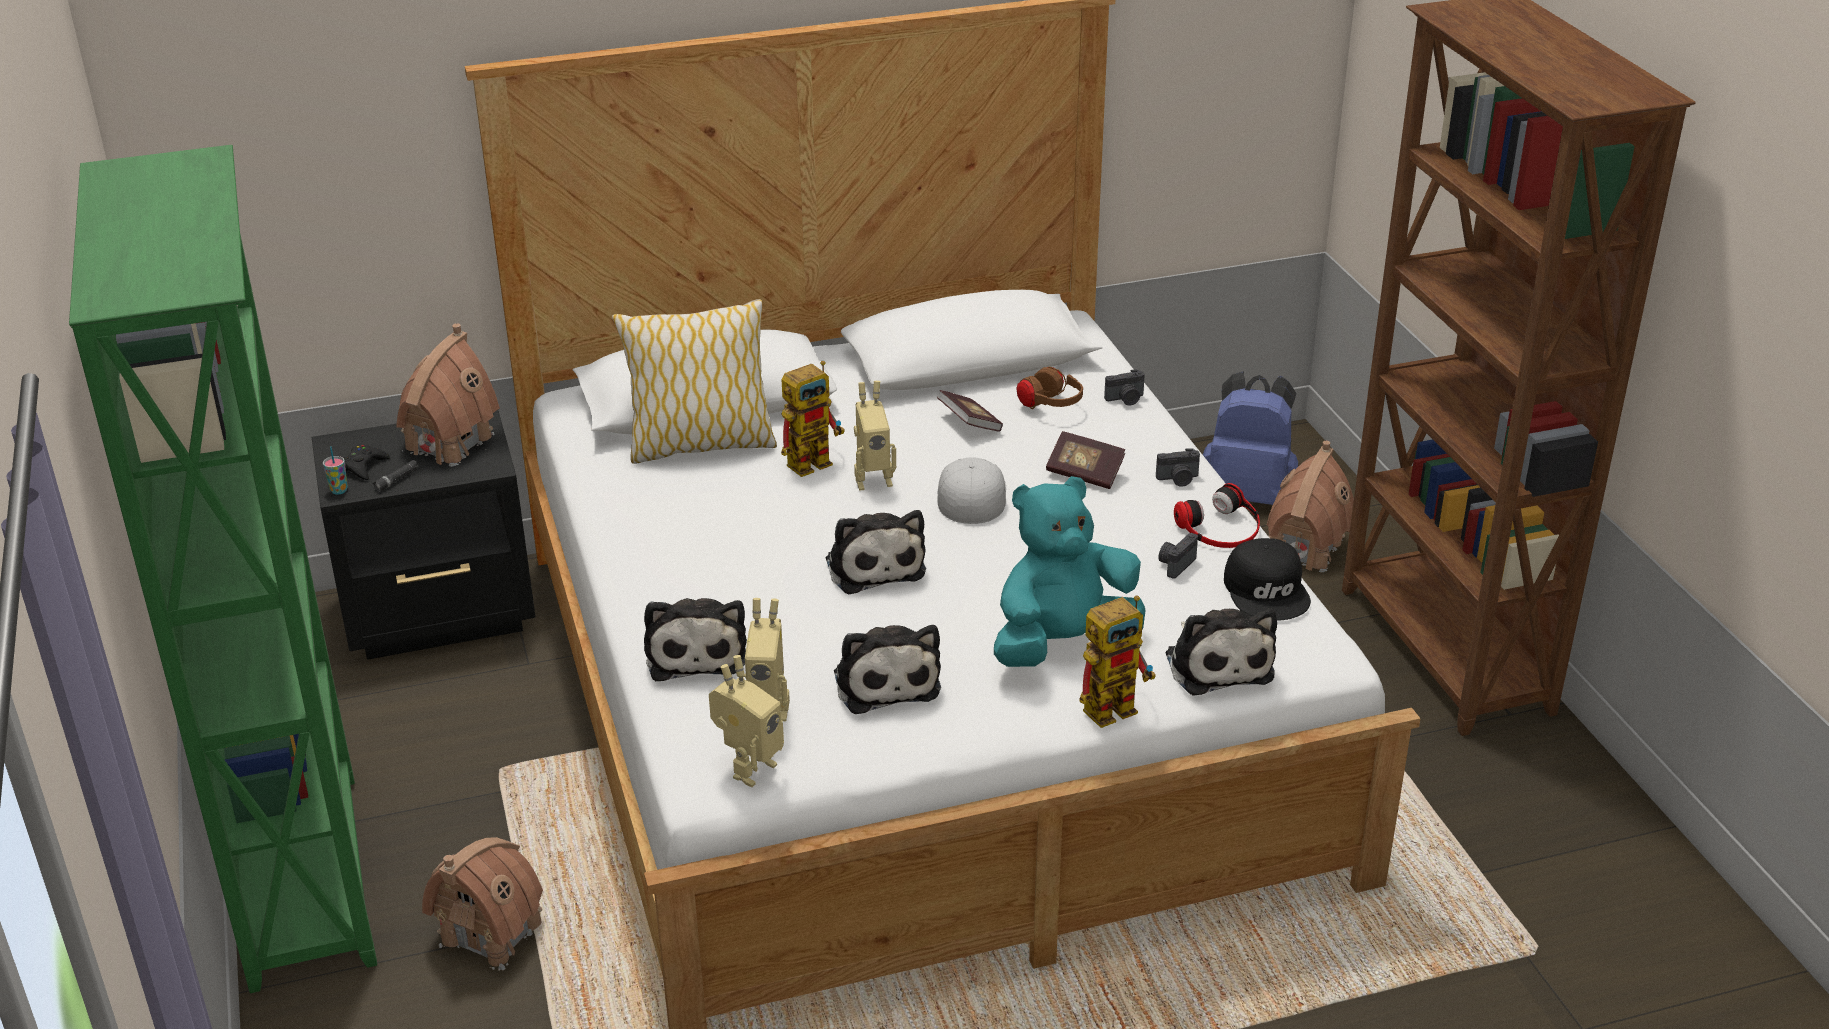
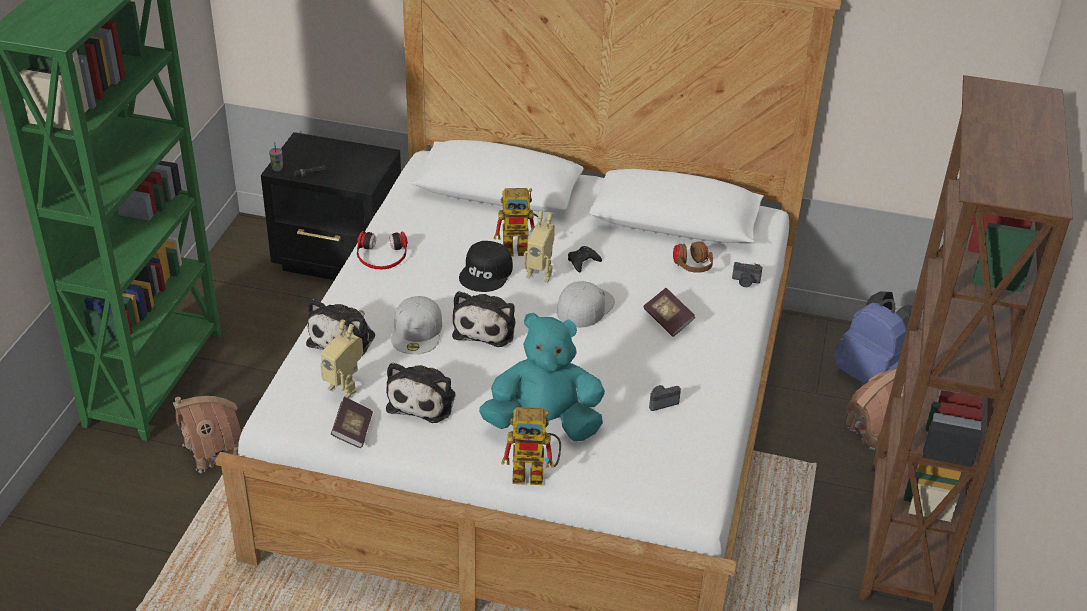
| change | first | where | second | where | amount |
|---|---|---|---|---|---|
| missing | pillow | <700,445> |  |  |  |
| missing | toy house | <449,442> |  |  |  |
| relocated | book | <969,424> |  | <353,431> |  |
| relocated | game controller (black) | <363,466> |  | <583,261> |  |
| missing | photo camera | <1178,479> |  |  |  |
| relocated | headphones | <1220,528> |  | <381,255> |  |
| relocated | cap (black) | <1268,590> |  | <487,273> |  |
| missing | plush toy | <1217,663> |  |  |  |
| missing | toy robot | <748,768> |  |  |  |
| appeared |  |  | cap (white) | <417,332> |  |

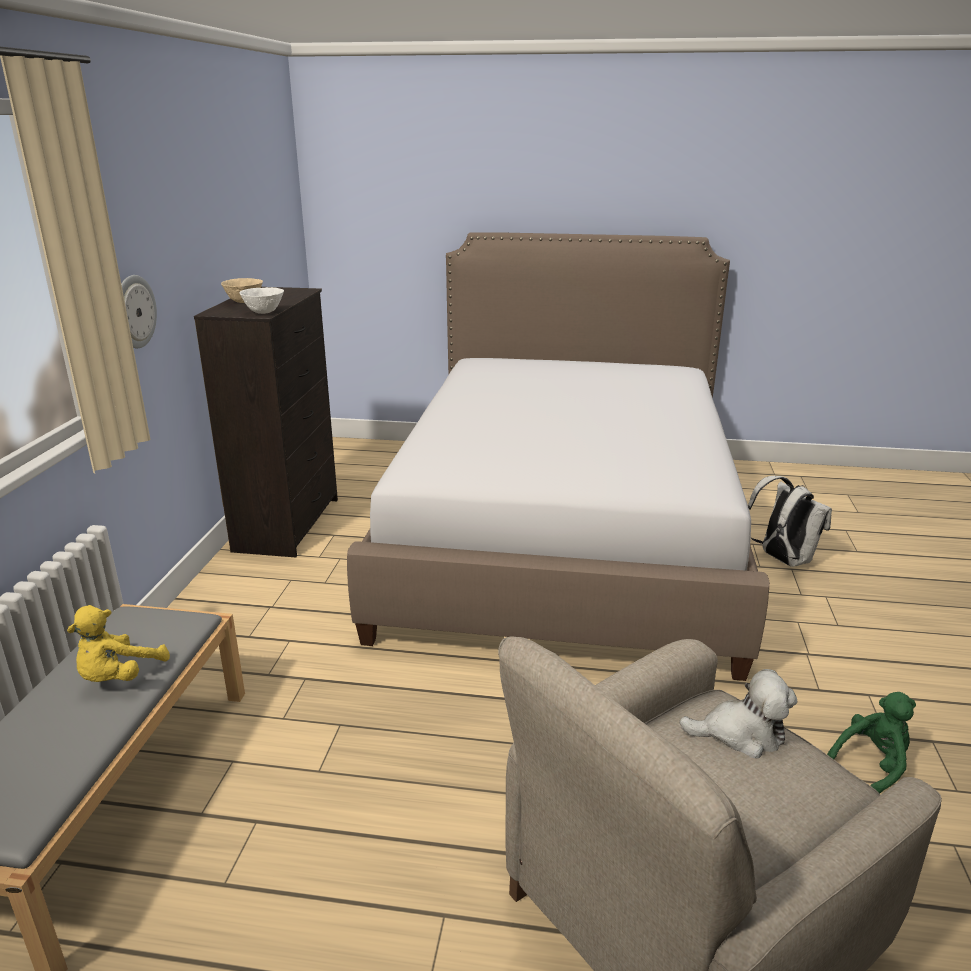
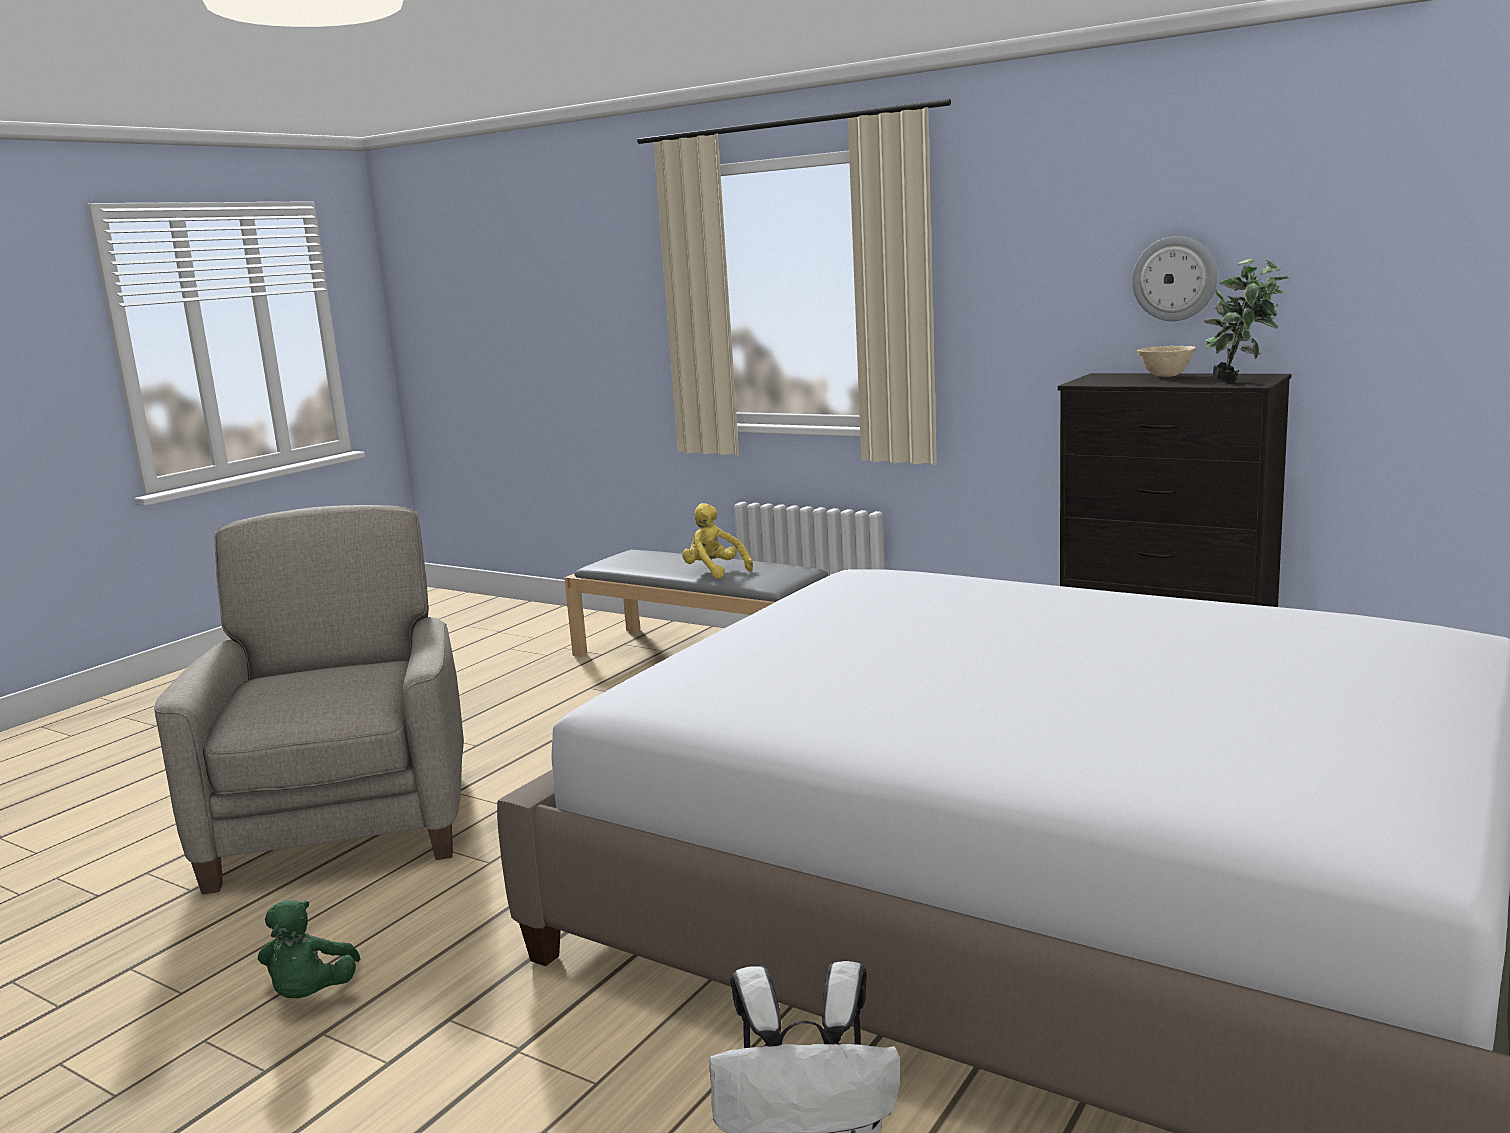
| change | first | where | second | where | amount |
|---|---|---|---|---|---|
| relocated | wall clock | <134,311> |  | <1174,278> |  |
| missing | bowl (white) | <264,312> |  |  |  |
| missing | plush toy | <741,734> |  |  |  |
| appeared |  |  | potted plant | <1241,381> |  |

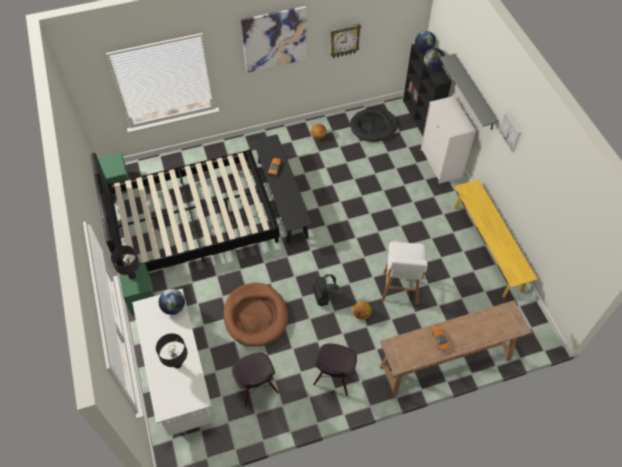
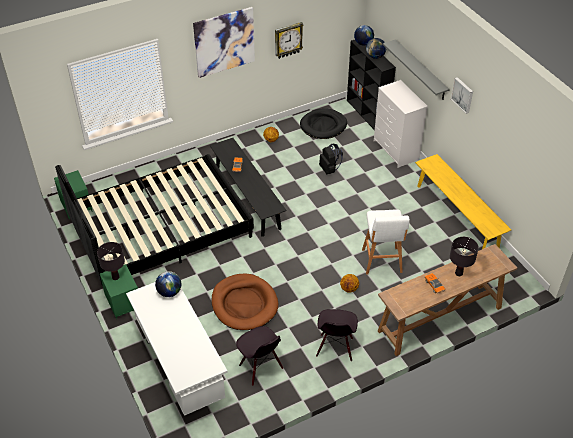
| change | first | where | second | where | amount |
|---|---|---|---|---|---|
| relocated | backpack (black) | <324,297> |  | <329,169> |  |
| relocated | table lamp (black) | <177,364> |  | <458,273> |  |

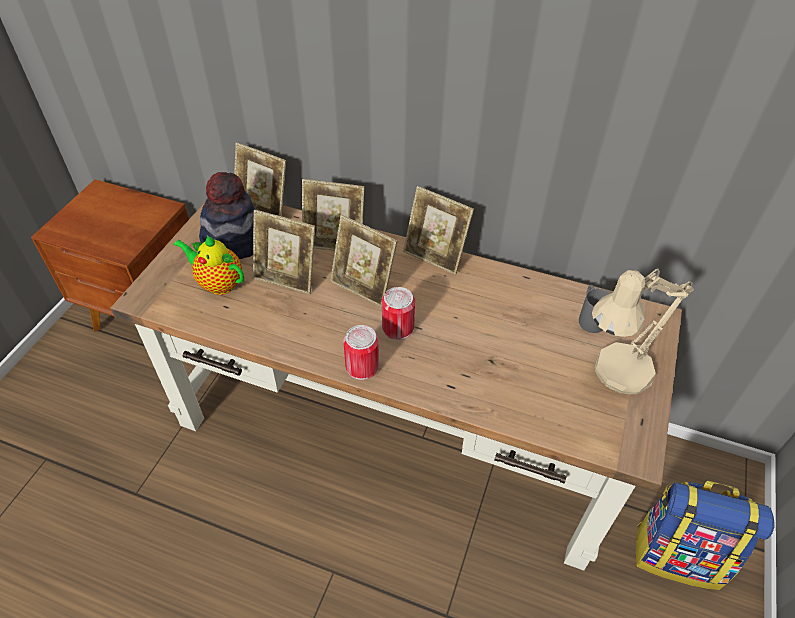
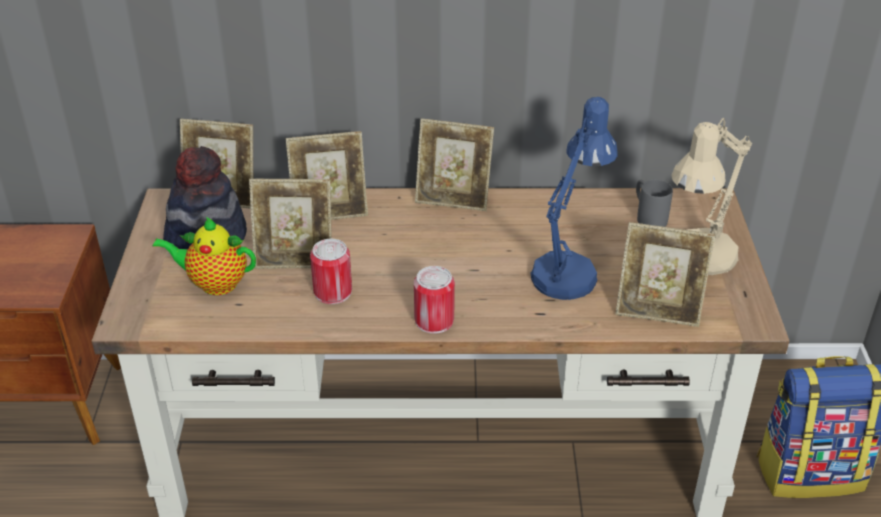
| change | first | where | second | where | amount |
|---|---|---|---|---|---|
| relocated | picture frame | <363,287> |  | <658,311> |  |
| relocated | can | <398,328> |  | <333,292> |  |
| appeared |  |  | table lamp (blue) | <569,270> |  |

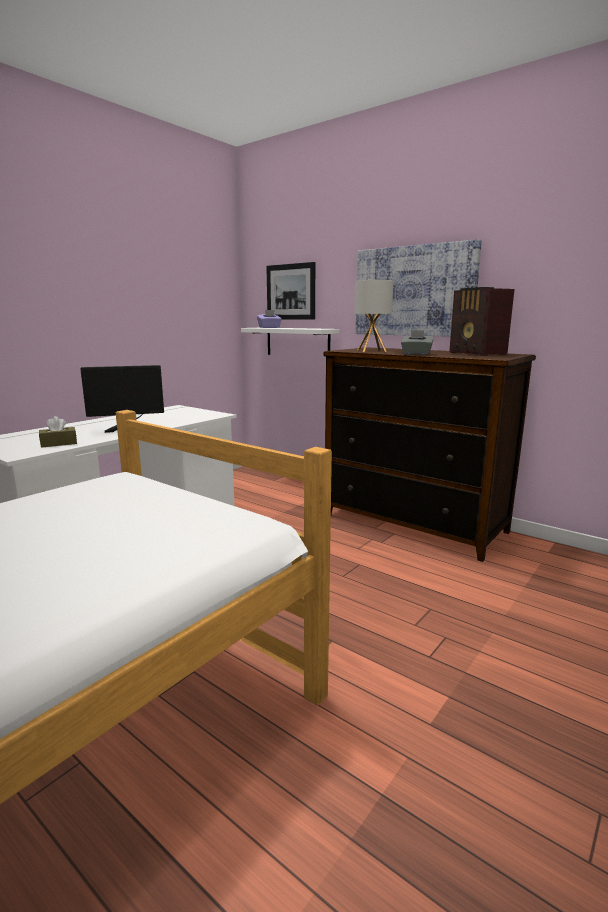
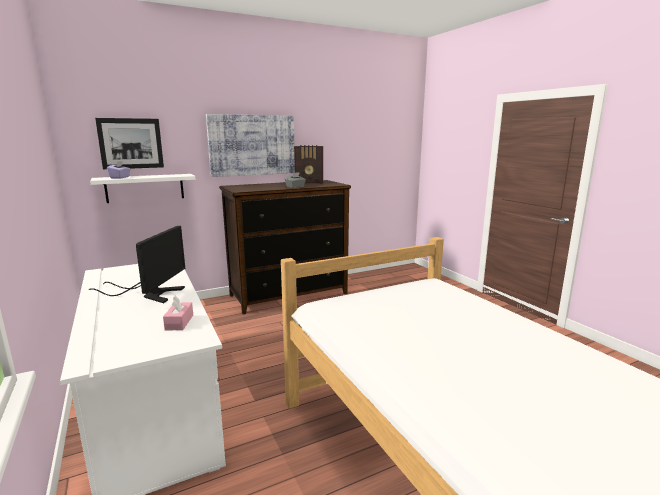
| change | first | where | second | where | amount |
|---|---|---|---|---|---|
| missing | table lamp | <371,351> |  |  |  |
| colour | tissue box (brown) | <59,443> | tissue box (pink) | <179,322> |  |

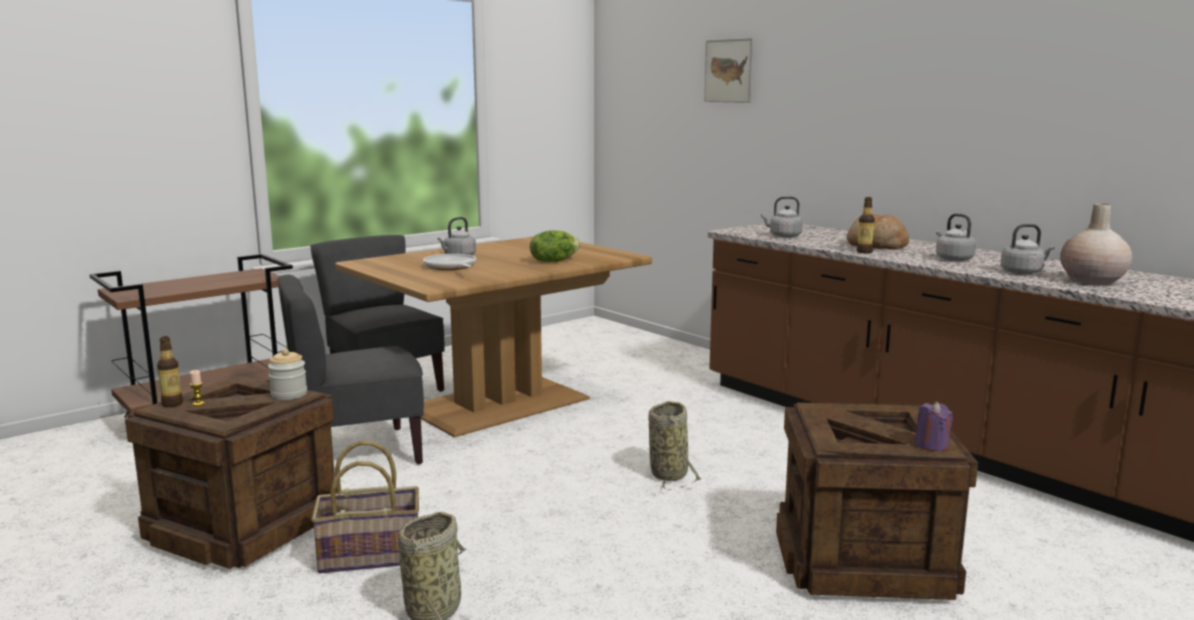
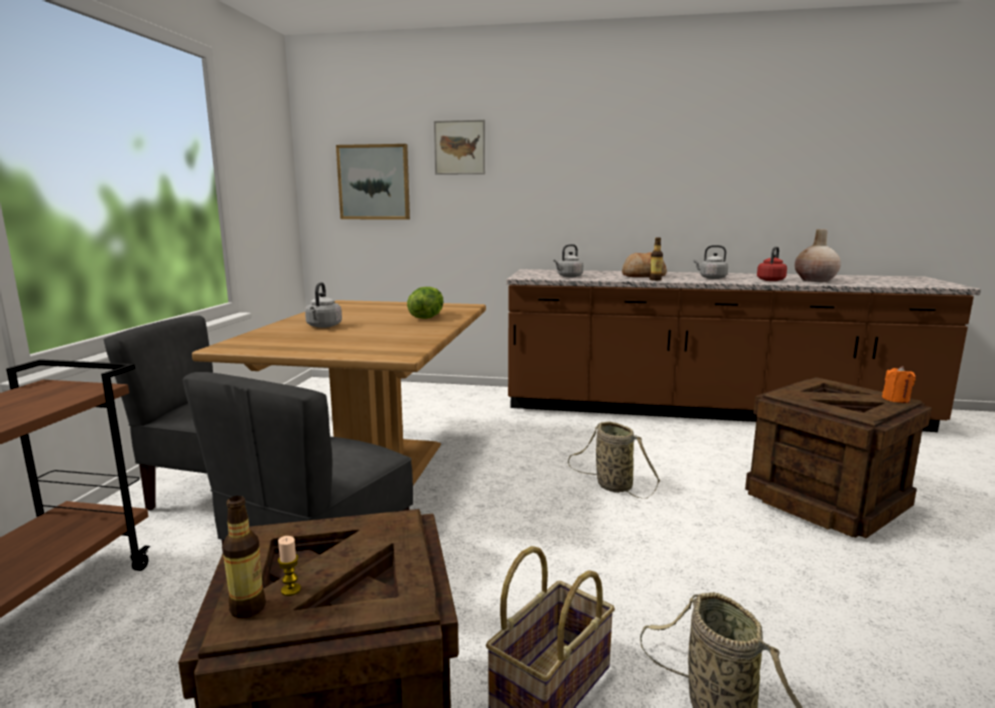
| change | first | where | second | where | amount |
|---|---|---|---|---|---|
| colour | kettle (grey) | <1023,272> | kettle (red) | <771,280> |  |
| missing | frying pan | <451,267> |  |  |  |
| missing | jar | <289,394> |  |  |  |
| colour | candle (purple) | <931,445> | candle (orange) | <895,399> |  |
| appeared |  |  | picture | <374,182> |  |

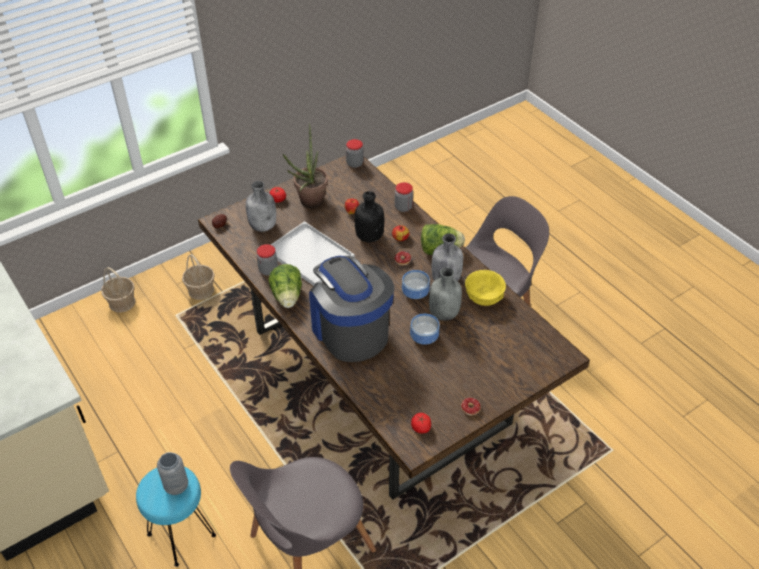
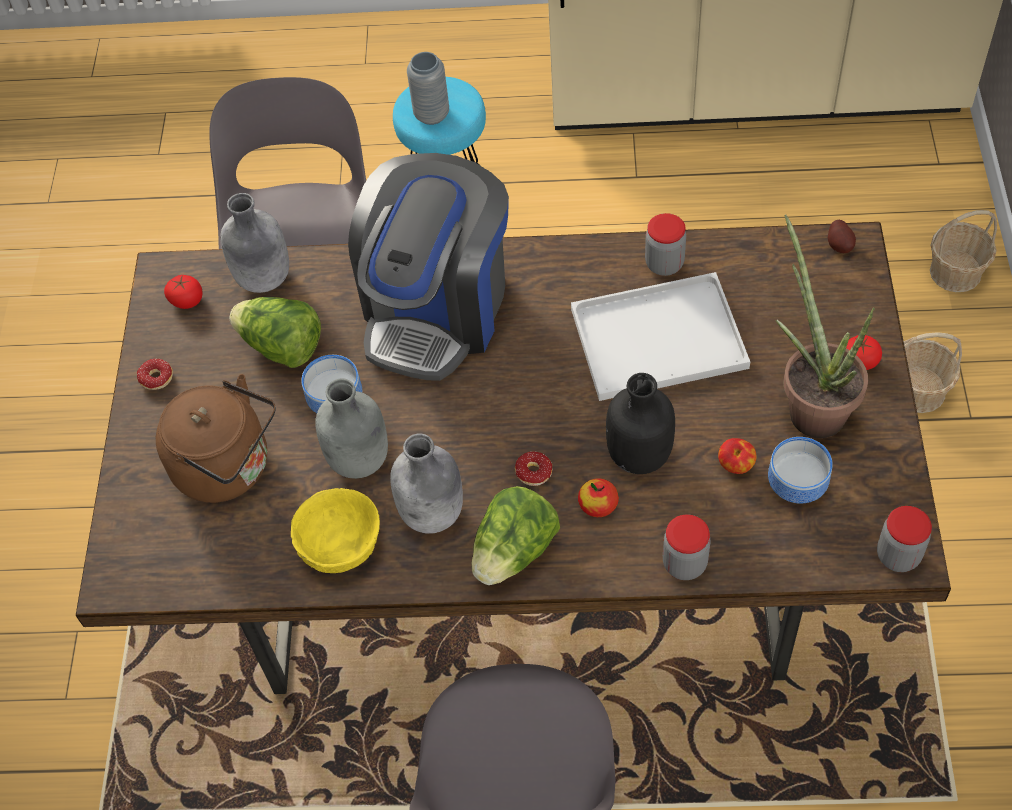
| change | first | where | second | where | amount |
|---|---|---|---|---|---|
| relocated | bottle (grey) | <263,226> |  | <263,279> |  |
| spun | coffee machine | <350,330> |  | <437,309> | 105 degrees clockwise |
| relocated | lettuce | <287,297> |  | <282,347> |  |
| relocated | bowl | <415,294> |  | <794,483> |  |
| appeared |  |  | kettle (brown) | <229,468> |  |

